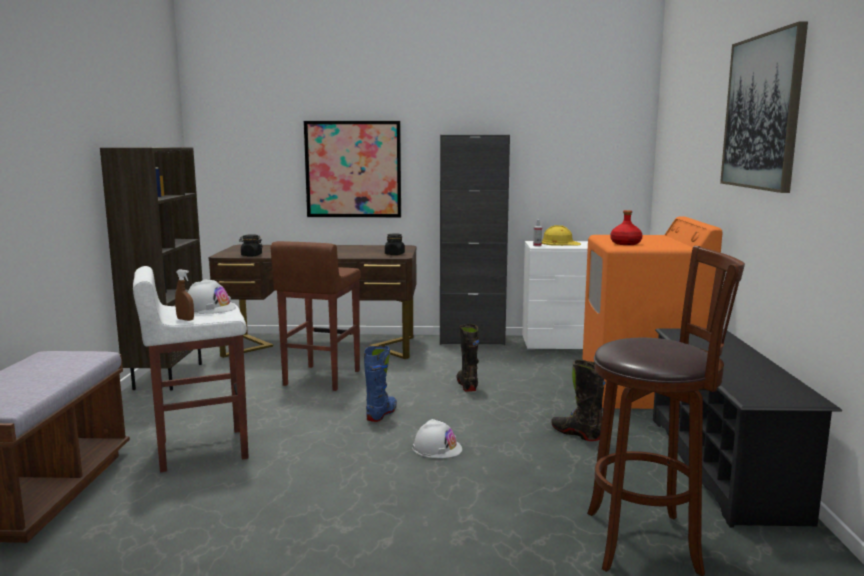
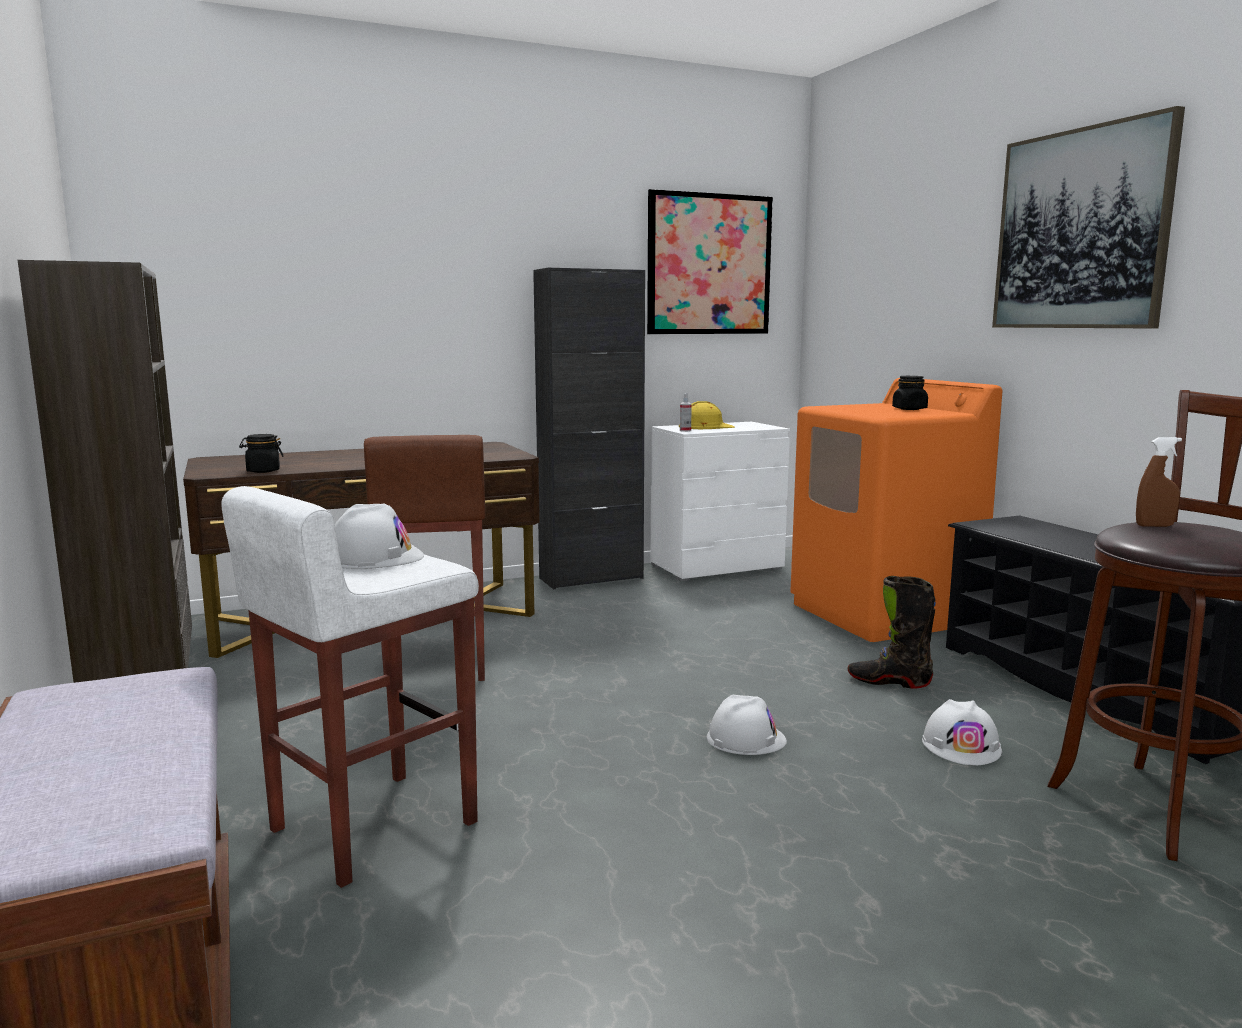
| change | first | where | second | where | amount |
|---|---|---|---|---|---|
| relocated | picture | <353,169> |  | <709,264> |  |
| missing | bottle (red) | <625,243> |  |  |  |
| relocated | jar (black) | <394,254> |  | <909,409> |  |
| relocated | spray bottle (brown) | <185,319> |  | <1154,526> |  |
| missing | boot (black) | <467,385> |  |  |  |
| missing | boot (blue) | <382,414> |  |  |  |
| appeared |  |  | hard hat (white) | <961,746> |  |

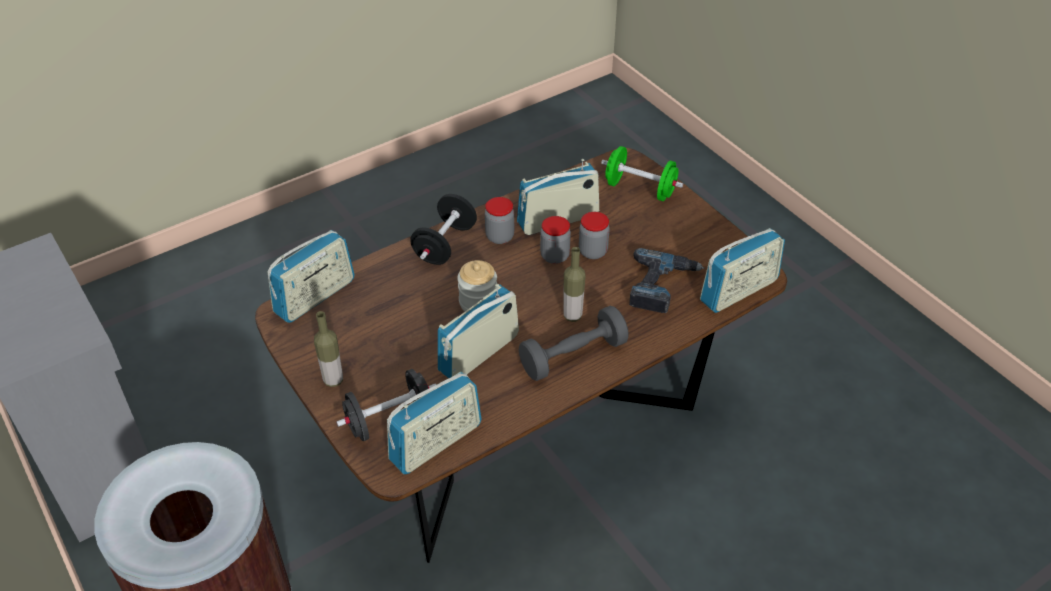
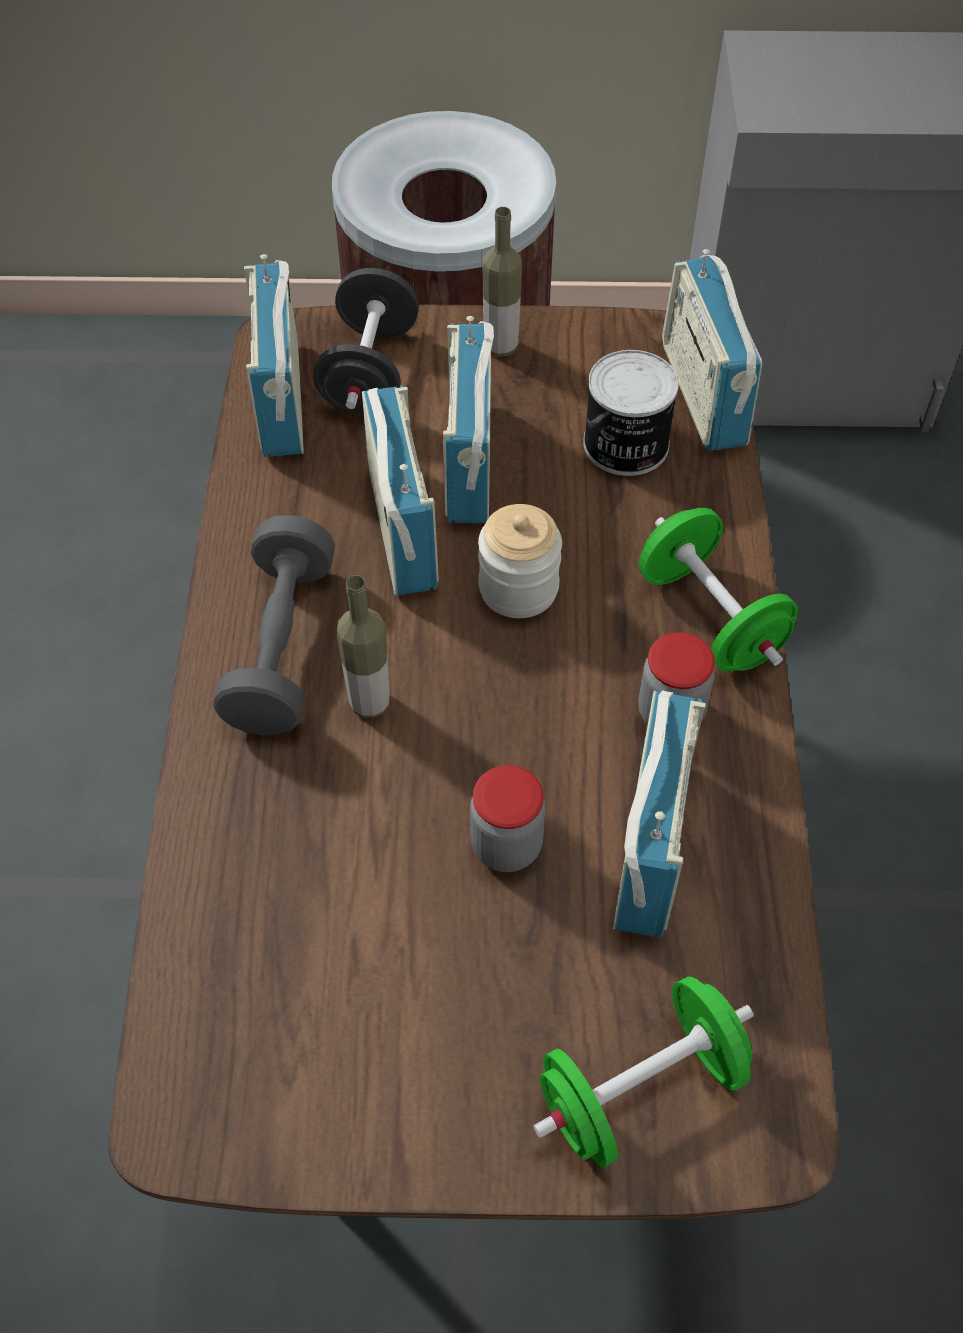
| change | first | where | second | where | amount |
|---|---|---|---|---|---|
| colour | dumbbell (black) | <445,244> | dumbbell (green) | <710,617> |  |
| missing | jar | <554,256> |  |  |  |
| relocated | radio | <739,291> |  | <470,463> |  |
| missing | power drill | <662,286> |  |  |  |
| appeared |  |  | can | <625,445> |  |

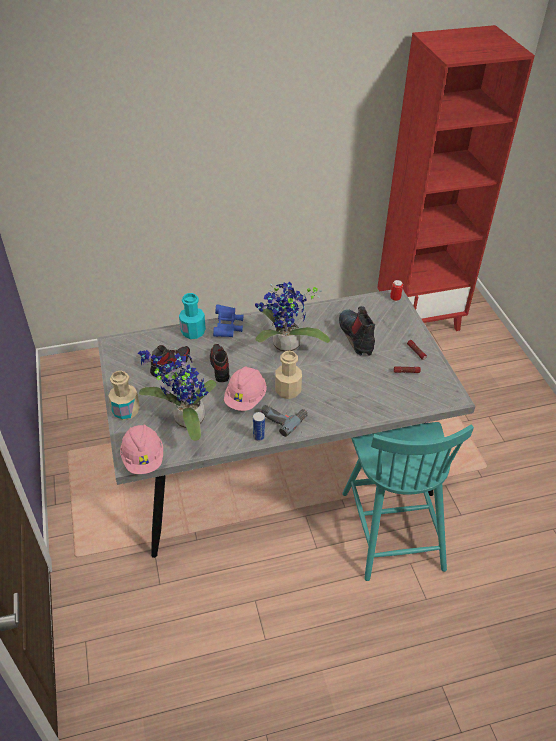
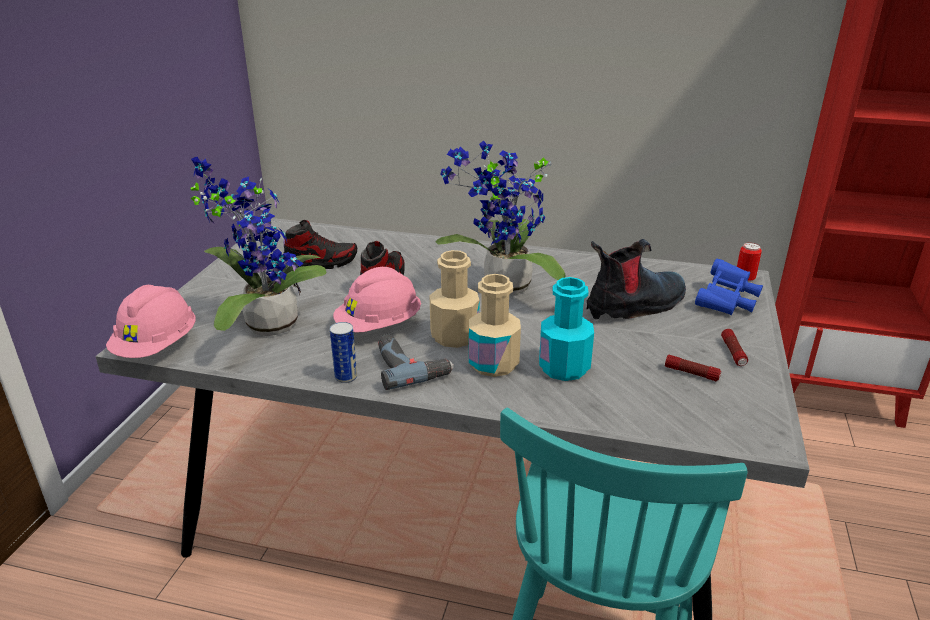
| change | first | where | second | where | amount |
|---|---|---|---|---|---|
| relocated | bottle (turquoise) | <193,332> |  | <564,368> |  |
| relocated | binoculars (blue) | <228,327> |  | <726,301> |  |
| spun | boot | <357,336> |  | <636,306> | 45 degrees clockwise |
| relocated | bottle (beige) | <126,411> |  | <493,364> |  |

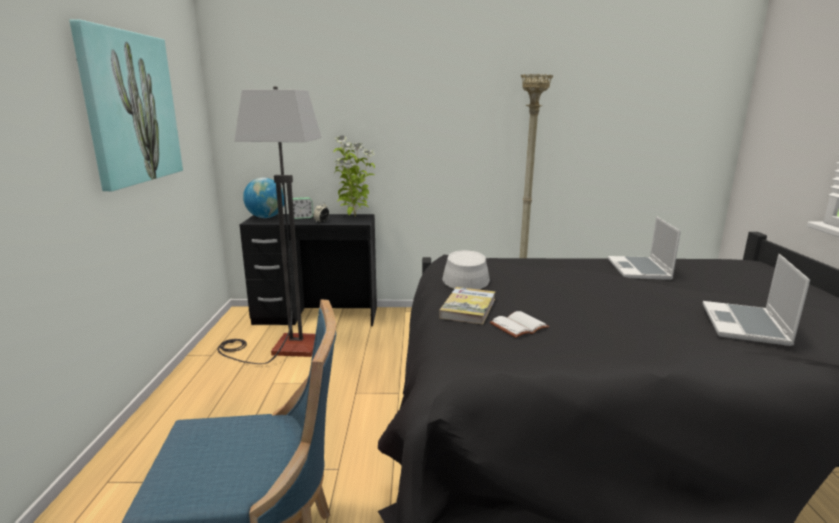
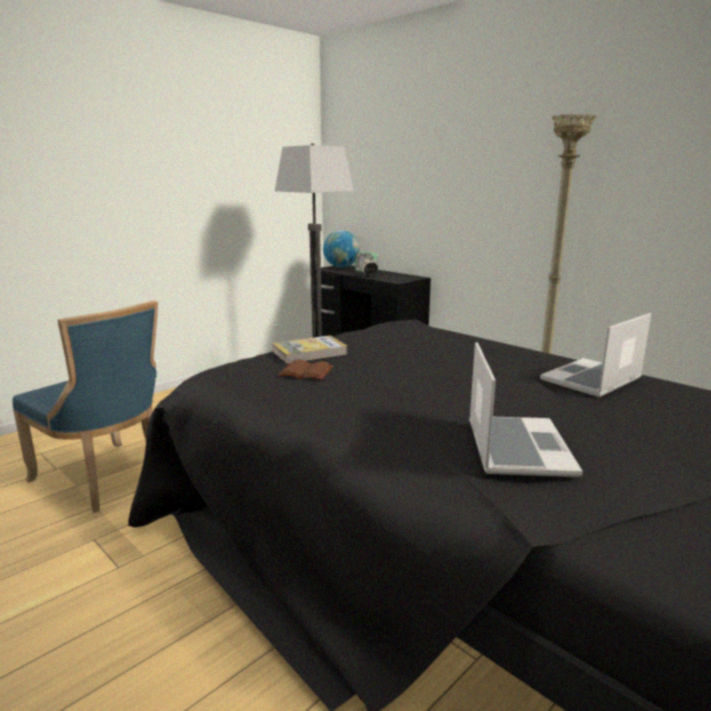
| change | first | where | second | where | amount |
|---|---|---|---|---|---|
| missing | picture | <130,108> |  |  |  |
| missing | potted plant | <354,217> |  |  |  |
| missing | hat (grey) | <465,278> |  |  |  |
| spun | laptop | <746,325> |  | <516,447> | 120 degrees clockwise |
| colour | book (white) | <519,327> | book (brown) | <304,373> |  |

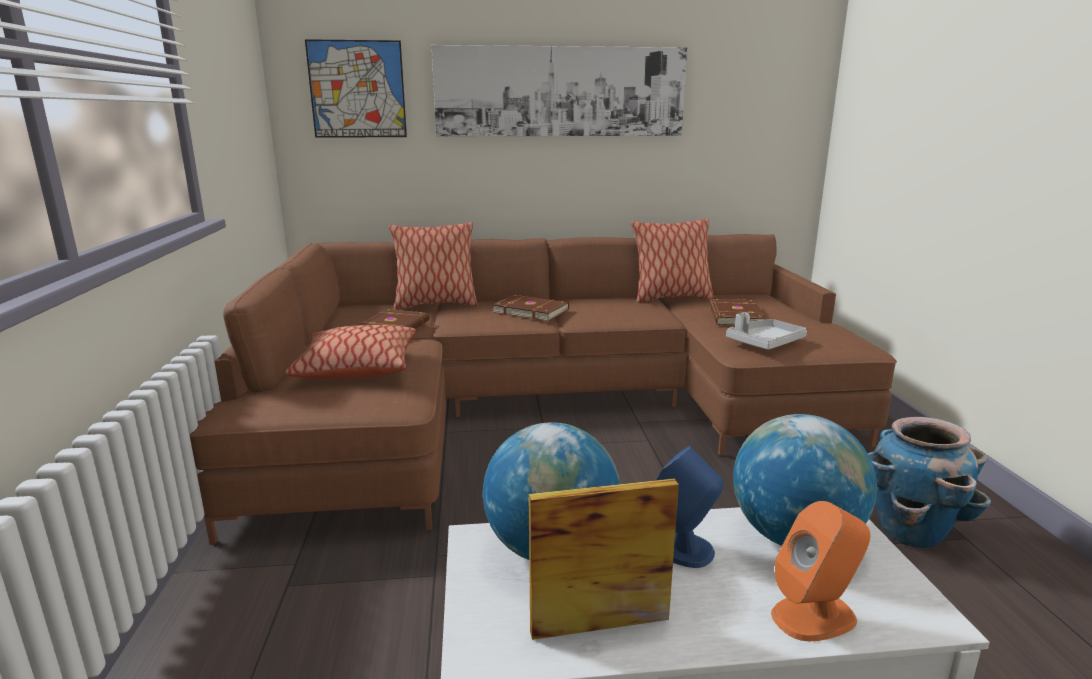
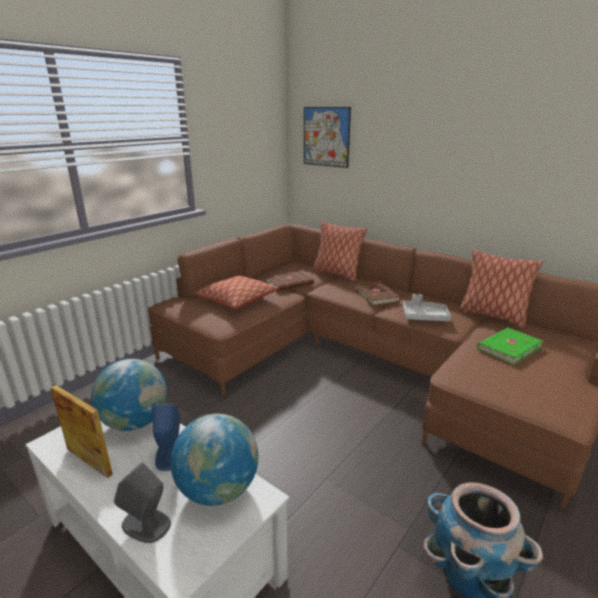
| change | first | where | second | where | amount |
|---|---|---|---|---|---|
| missing | picture | <560,92> |  |  |  |
| colour | book (brown) | <734,316> | book (green) | <508,347> |  |
| relocated | tray (grey) | <764,343> |  | <424,317> |  |
| colour | speaker (orange) | <814,616> | speaker (grey) | <146,524> |  |

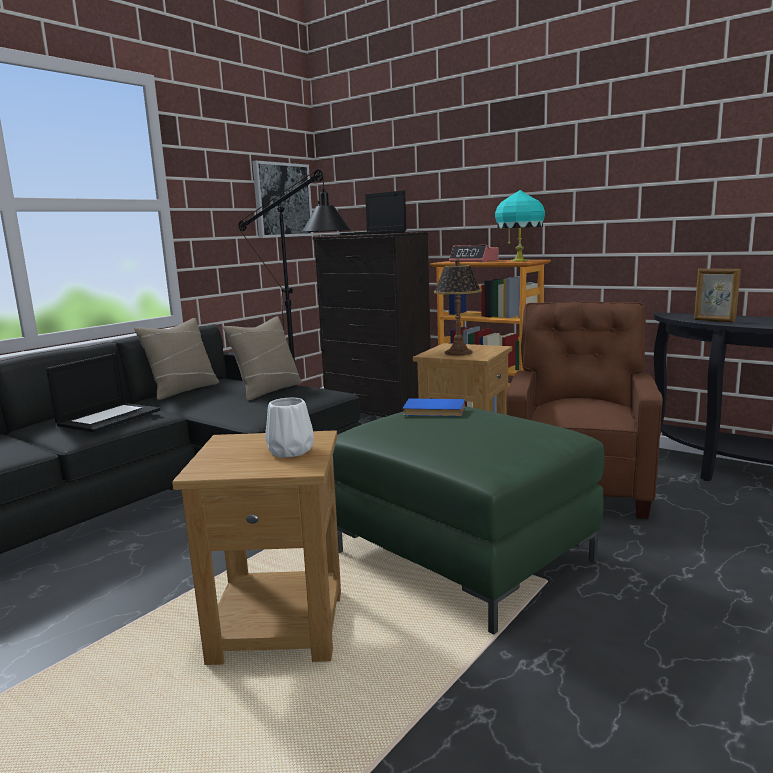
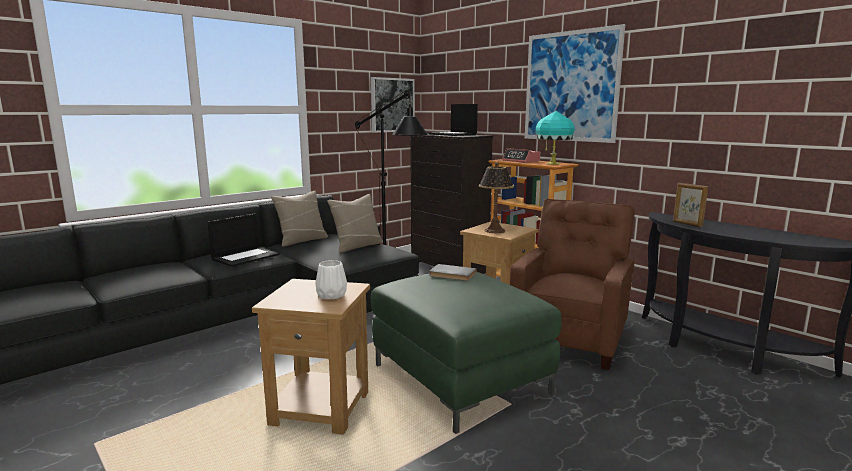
| change | first | where | second | where | amount |
|---|---|---|---|---|---|
| colour | book (blue) | <434,411> | book (grey) | <452,274> |  |
| appeared |  |  | picture | <570,86> |  |

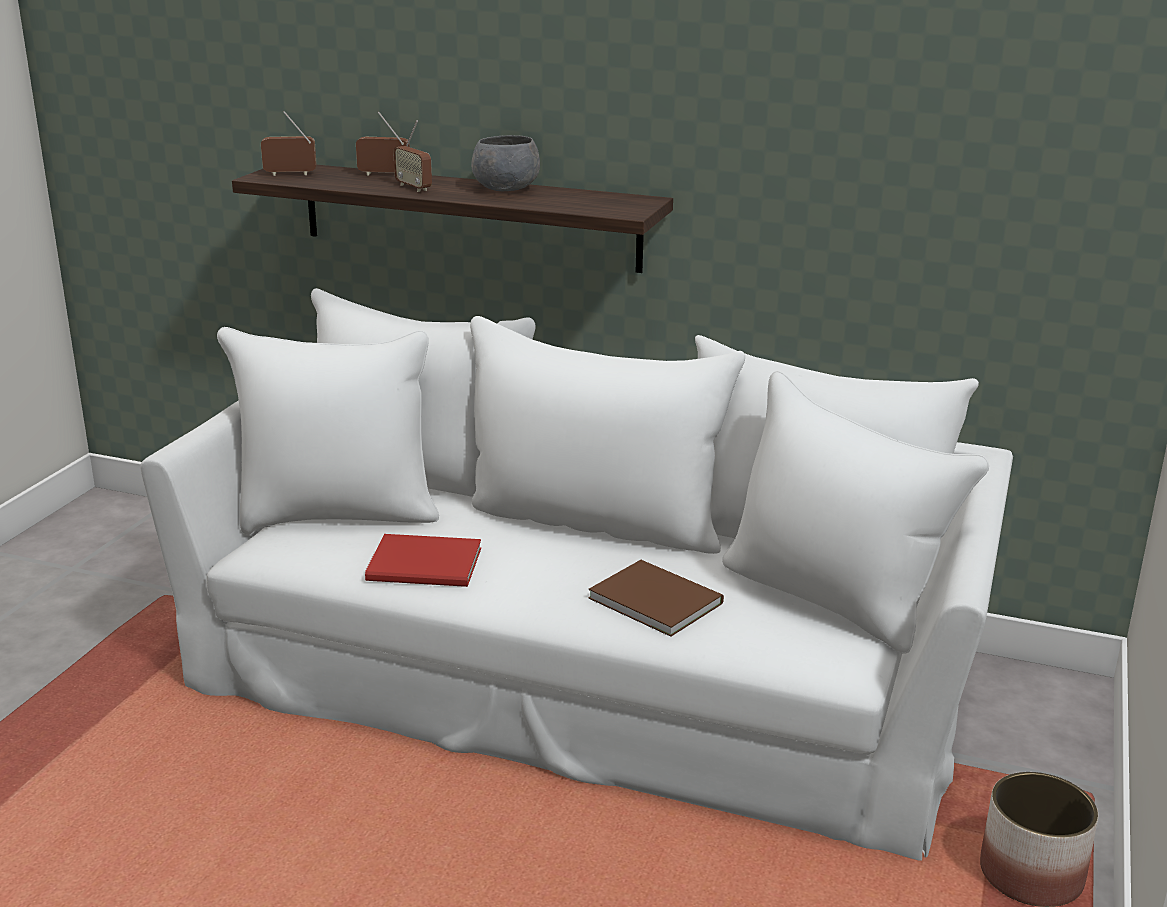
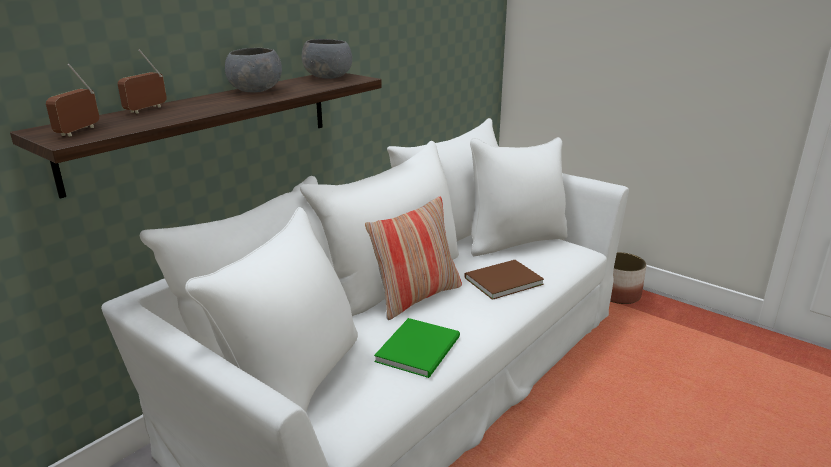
| change | first | where | second | where | amount |
|---|---|---|---|---|---|
| missing | radio | <414,187> |  |  |  |
| colour | book (red) | <427,566> | book (green) | <421,348> |  |
| appeared |  |  | bowl (grey) | <329,77> |  |
| appeared |  |  | pillow | <416,297> |  |

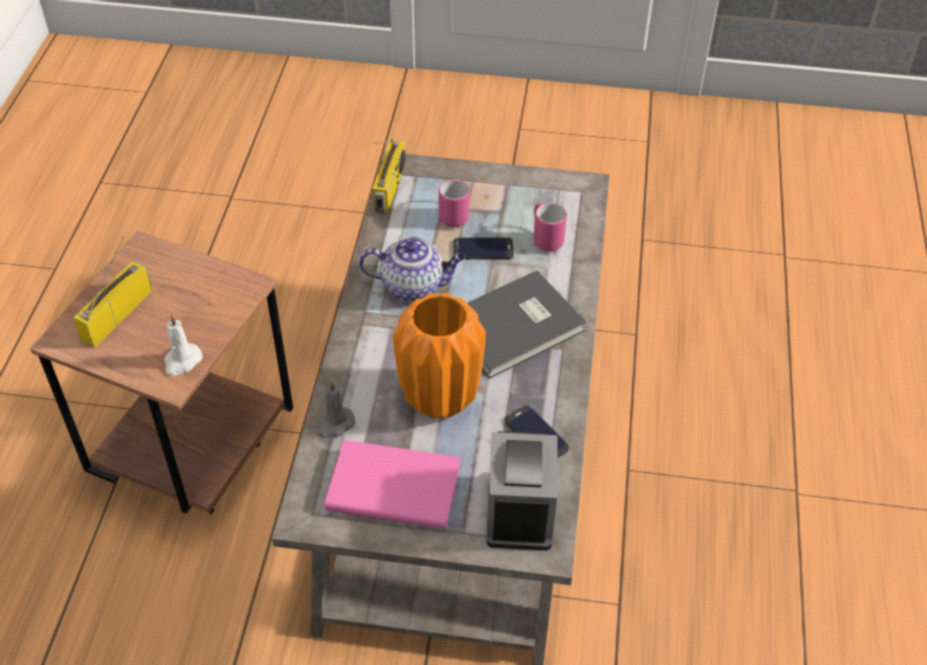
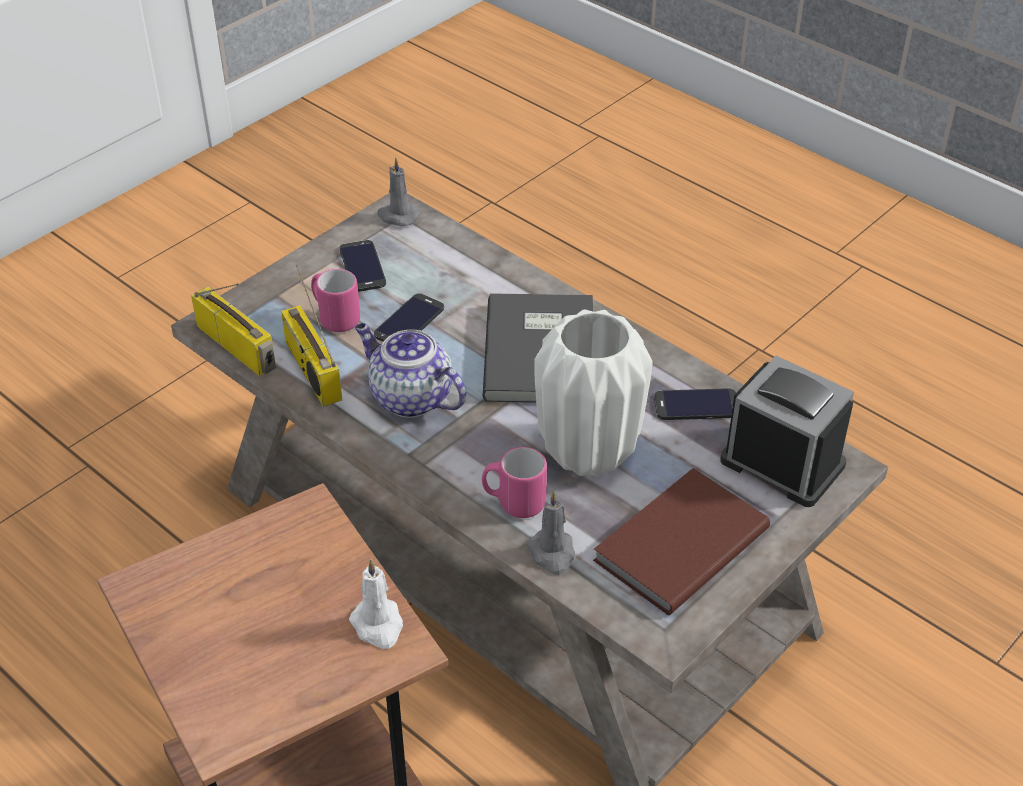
| change | first | where | second | where | amount |
|---|---|---|---|---|---|
| relocated | mug (pink) | <545,238> |  | <514,502> |  |
| relocated | radio | <117,314> |  | <310,369> |  |
| spun | teapot | <414,286> |  | <409,397> | 90 degrees counterclockwise |
| colour | vase (orange) | <439,397> | vase (white) | <587,452> |  |
| colour | book (pink) | <392,485> | book (brown) | <676,544> |  |
| appeared |  |  | candle (grey) | <397,216> |  |
| appeared |  |  | phone | <362,266> |  |

